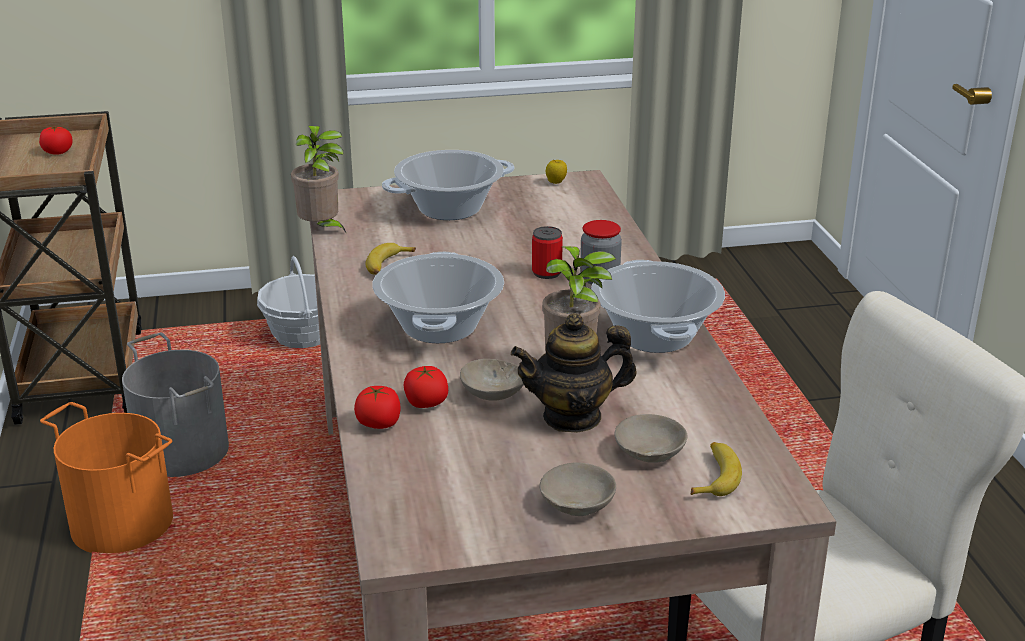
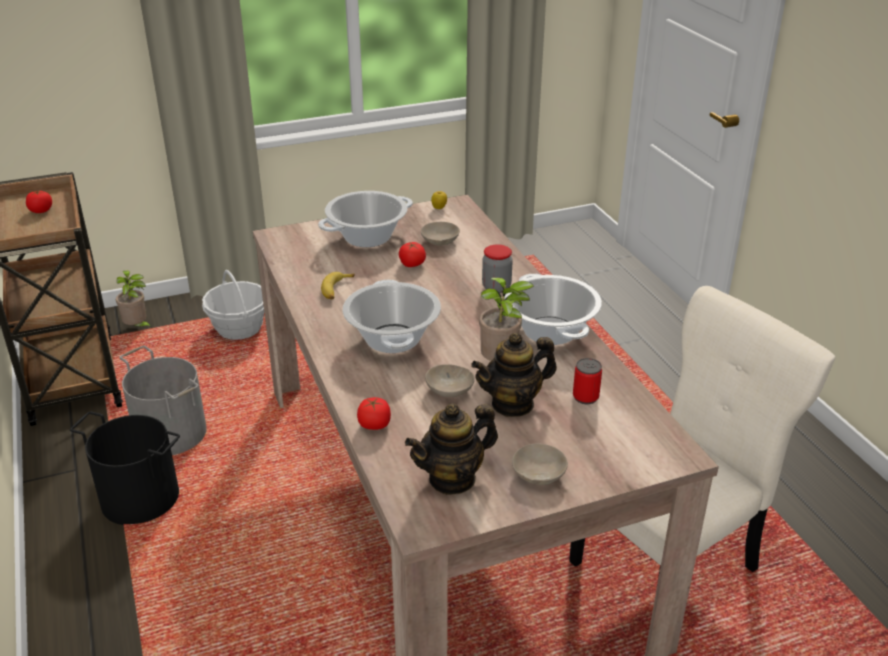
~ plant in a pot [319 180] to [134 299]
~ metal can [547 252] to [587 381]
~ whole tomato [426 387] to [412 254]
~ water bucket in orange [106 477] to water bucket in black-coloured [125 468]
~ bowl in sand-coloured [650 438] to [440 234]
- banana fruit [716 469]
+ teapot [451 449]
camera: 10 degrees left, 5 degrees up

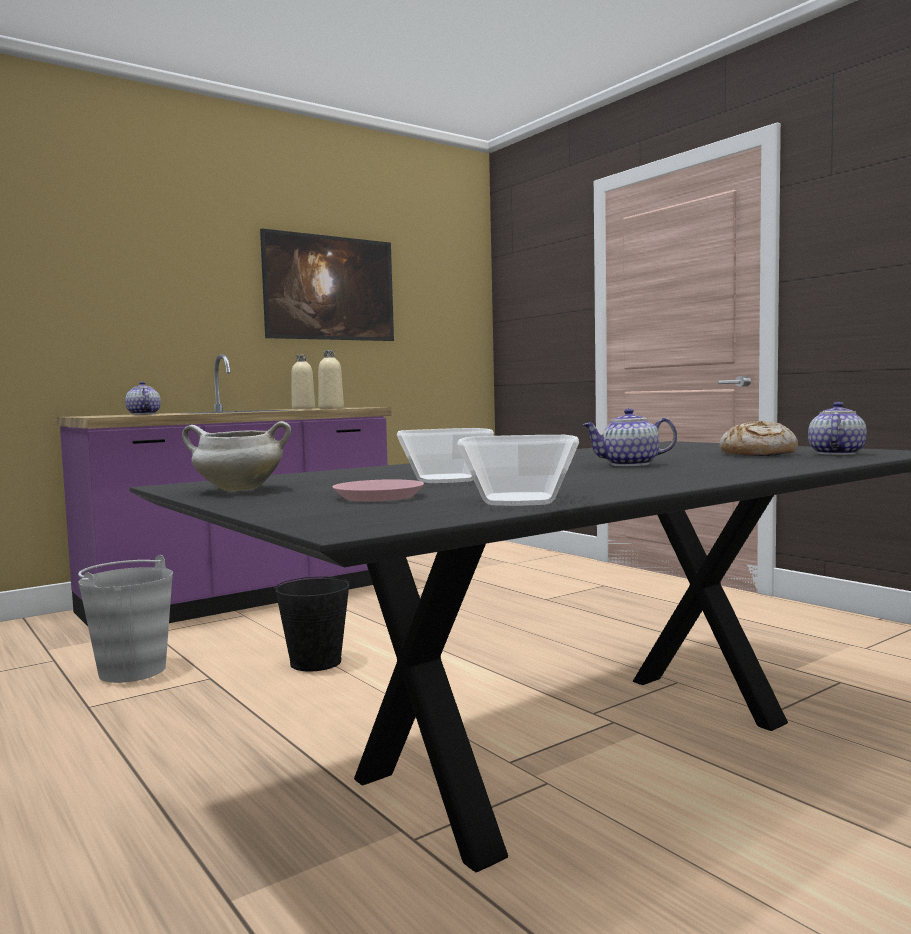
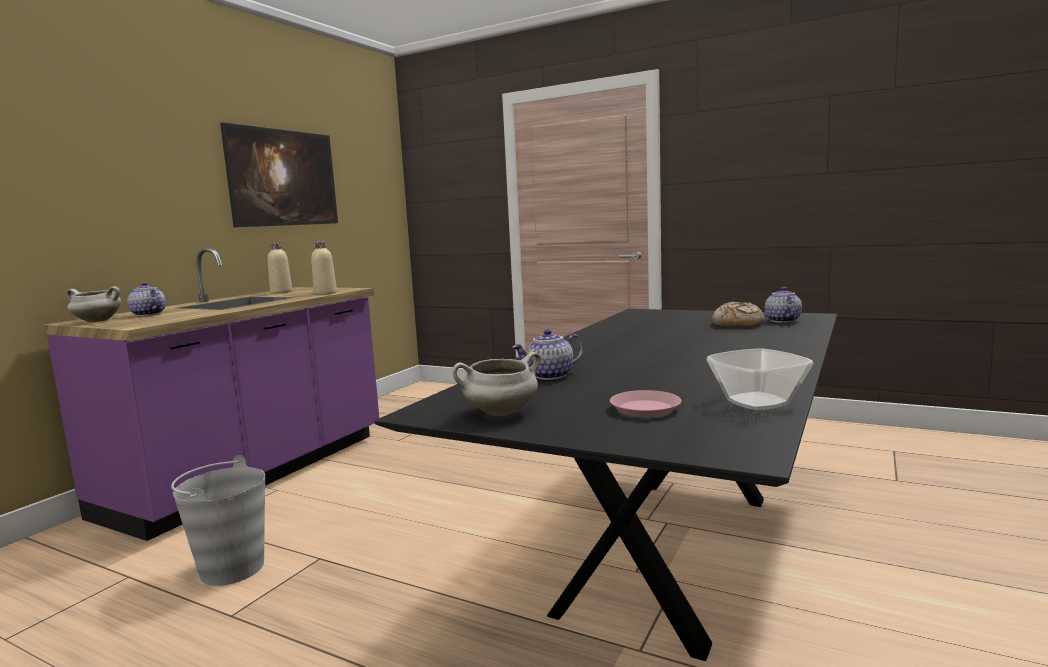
~ teapot [630 437] to [548 354]
- bowl [445 455]
- water bucket in black-coloured [312 624]
+ stockpot in white [94 304]
camera: 25 degrees left, 5 degrees up

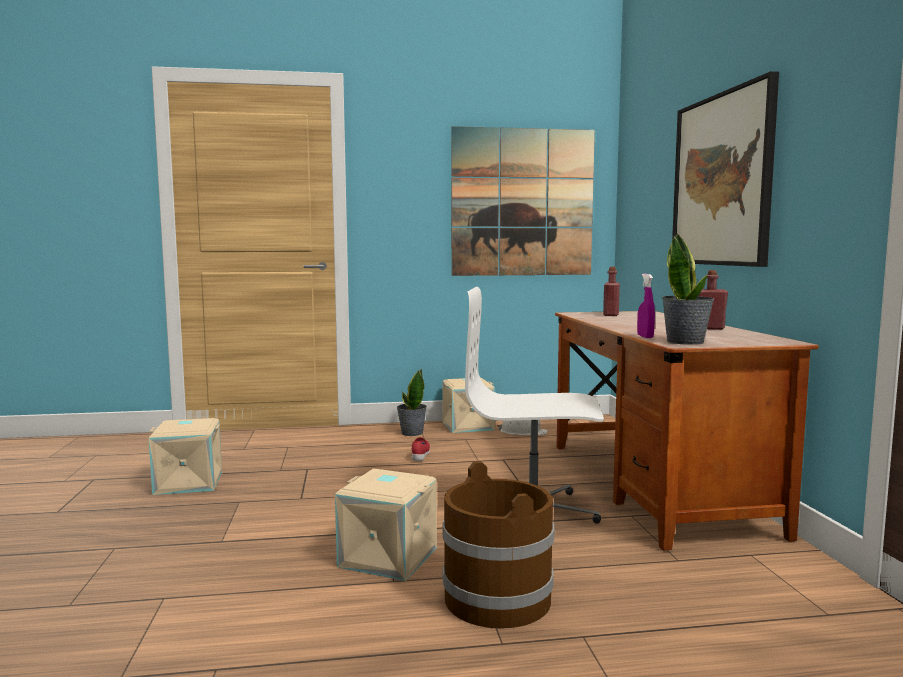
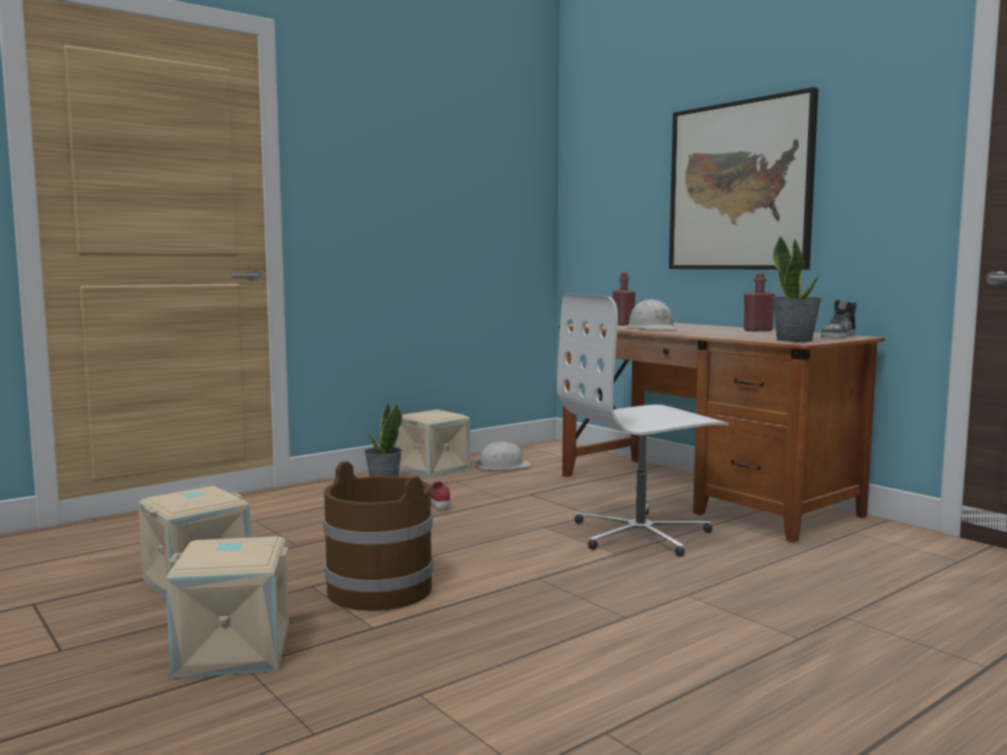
- wall art [523 201]
- sprayer in purplish [646 306]
~ water bucket in brownish [498 545] to [378 536]
~ storage container in sand-coloured [386 525] to [227 607]
+ work helmet in white [652 314]
+ item of footwear [839 318]
camera: 30 degrees left, 0 degrees up

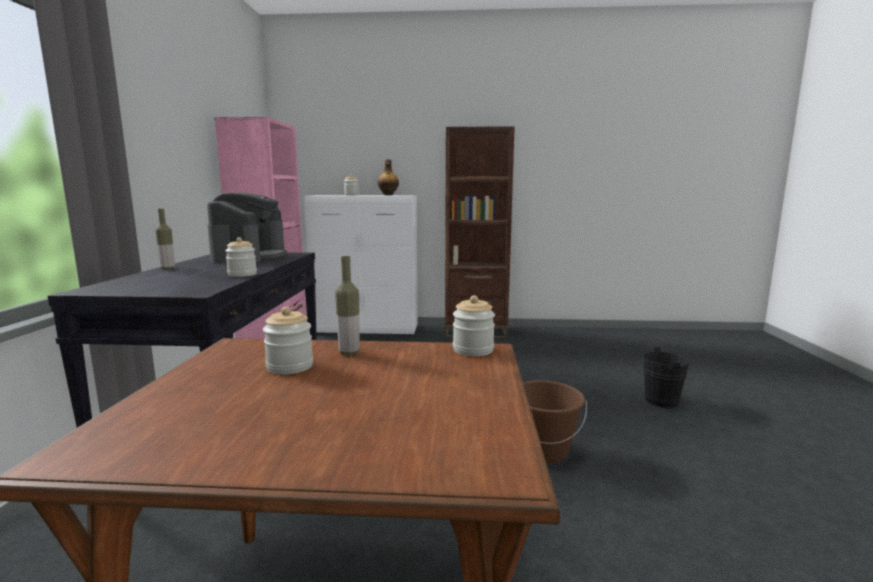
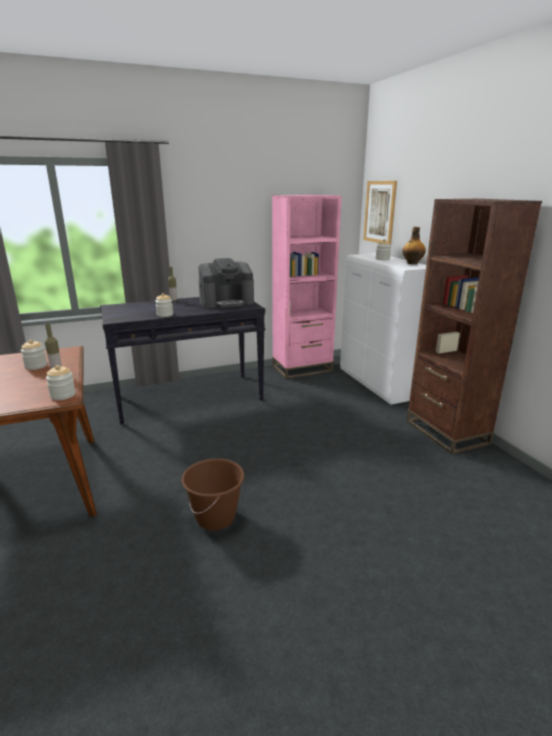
- water bucket in black-coloured [662 377]
+ wall art [380 213]
camera: 65 degrees right, 10 degrees up

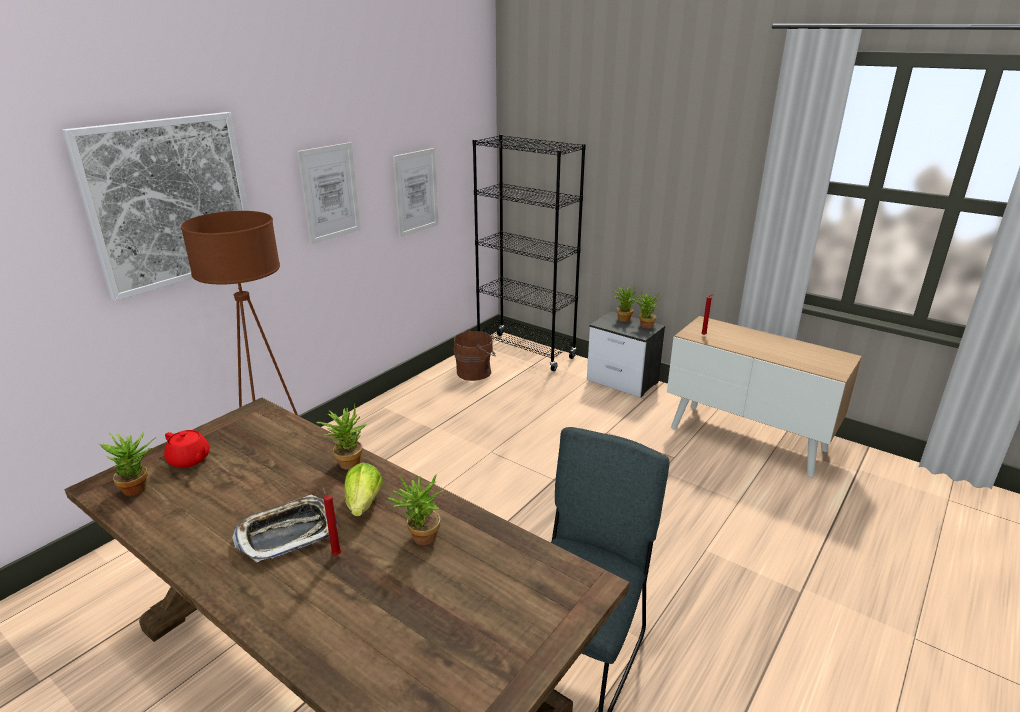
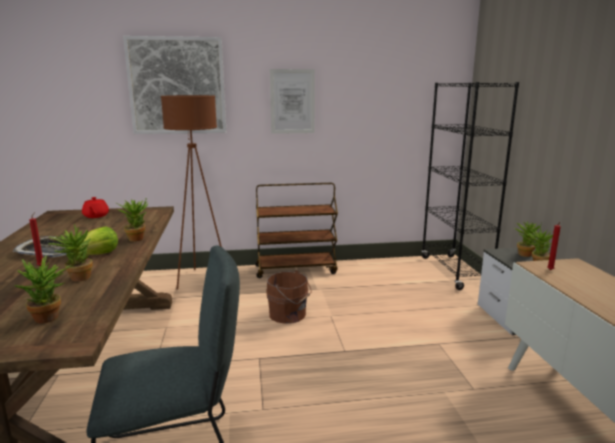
- wall art [416 192]
~ water bucket in brownish [474 355] to [289 297]
~ plant in a pot [127 463] to [42 289]
+ cart in brownish [296 230]
camera: 45 degrees right, 10 degrees down

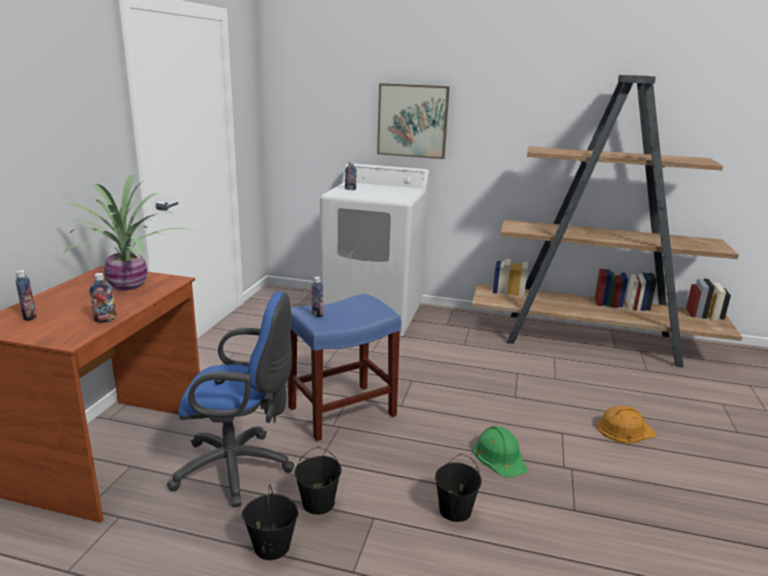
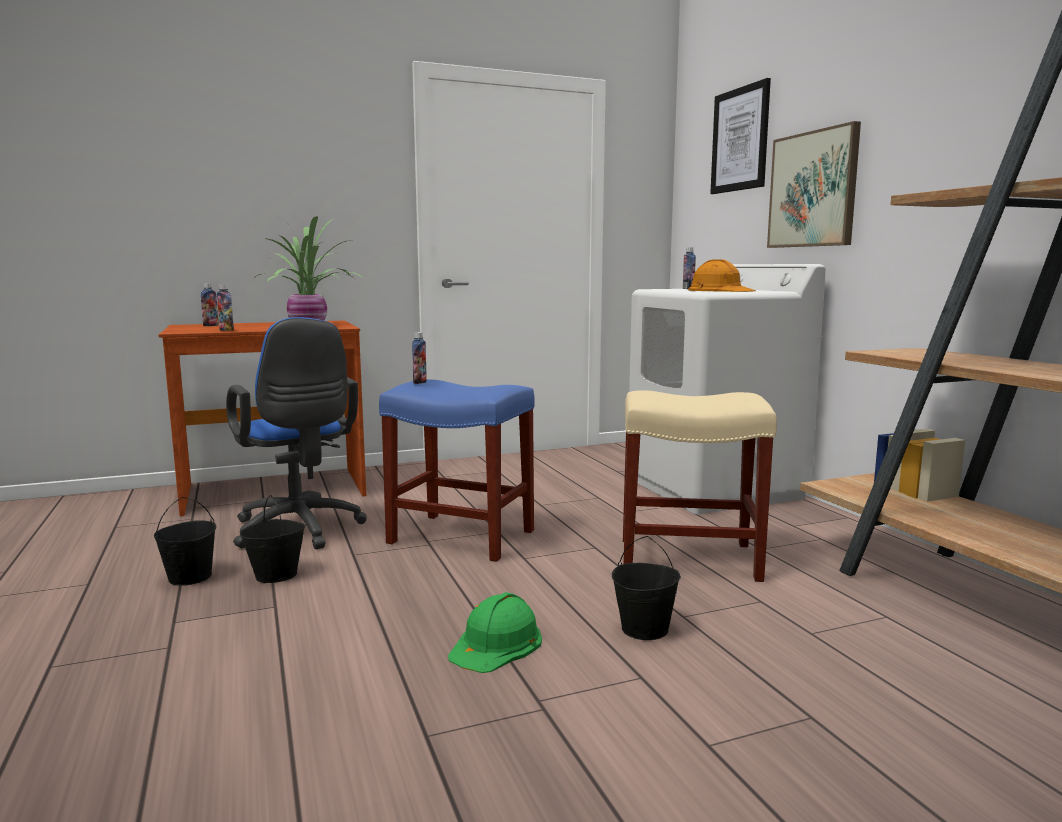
~ work helmet in orange [626 424] to [722 275]
~ water bucket in black-coloured [458 488] to [646 588]
+ wall art [740 136]
+ sitting stool in sand-coloured [700 486]
camera: 55 degrees right, 10 degrees down

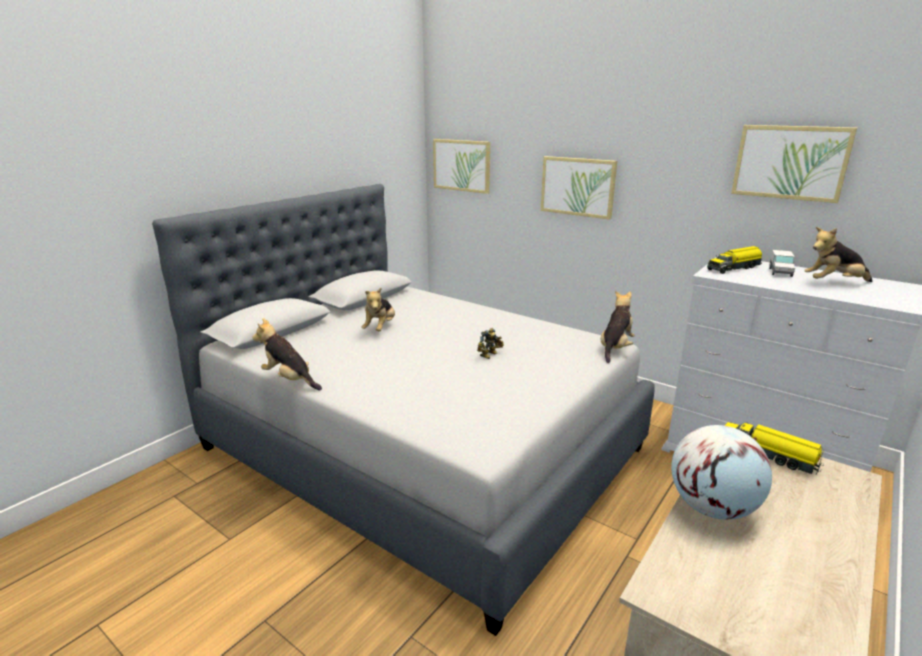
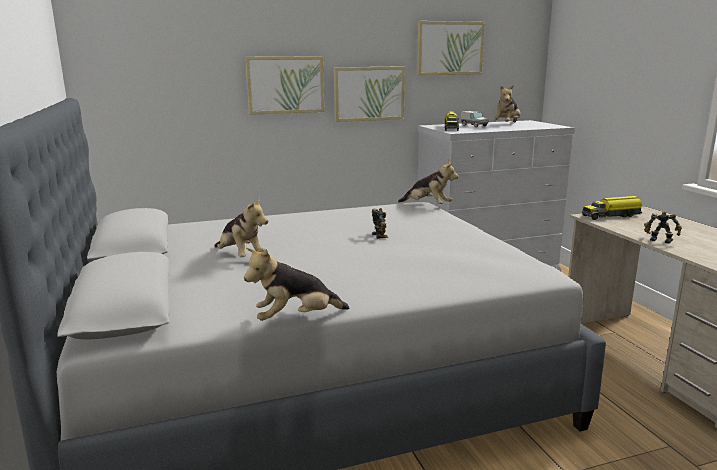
~ wall art [461 166] to [369 94]
~ cuddly toy [618 327] = [428 182] 150 degrees clockwise
~ globe [721 472] to toy robot [663 227]
camera: 55 degrees left, 5 degrees down

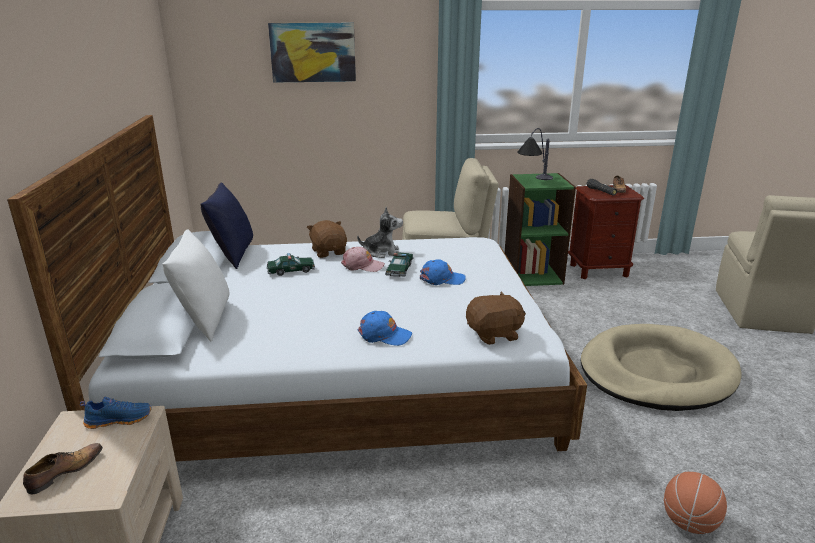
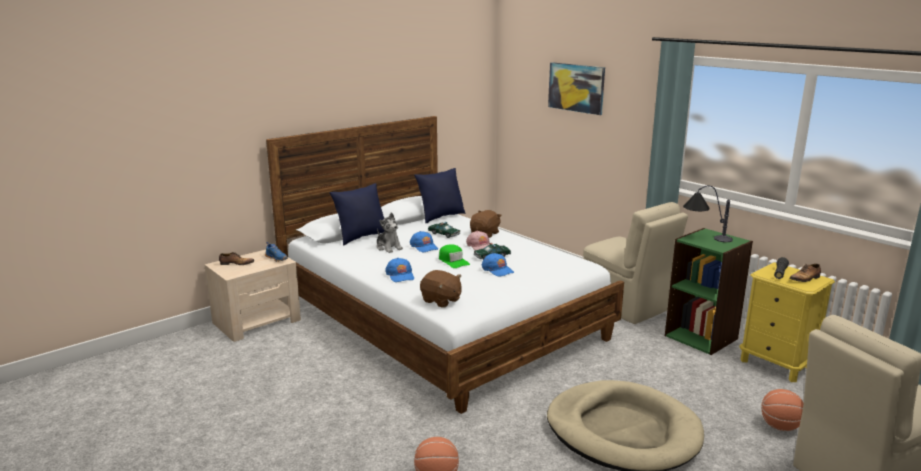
~ nightstand in brownish [606 232] to nightstand in yellowish [787 322]
~ cuddly toy [380 232] to [390 232]
~ pillow in white [195 285] to pillow in blue [357 214]
+ baseball cap in blue [424 242]
+ baseball cap in green [454 256]
+ basketball [782 410]
camera: 55 degrees right, 5 degrees down

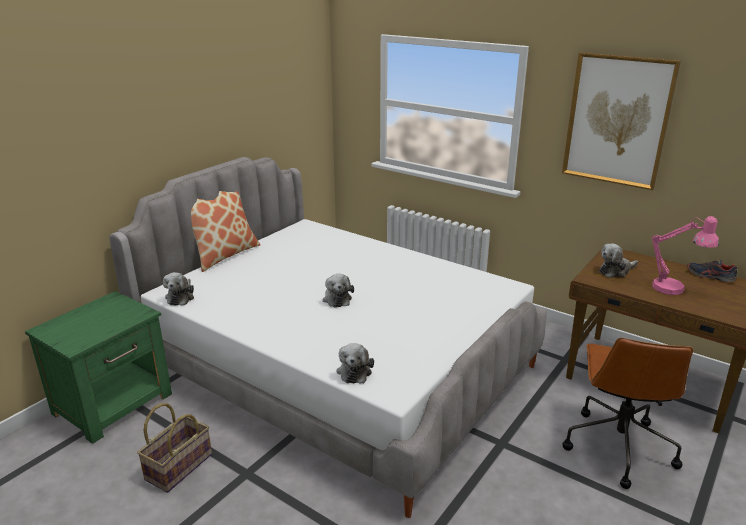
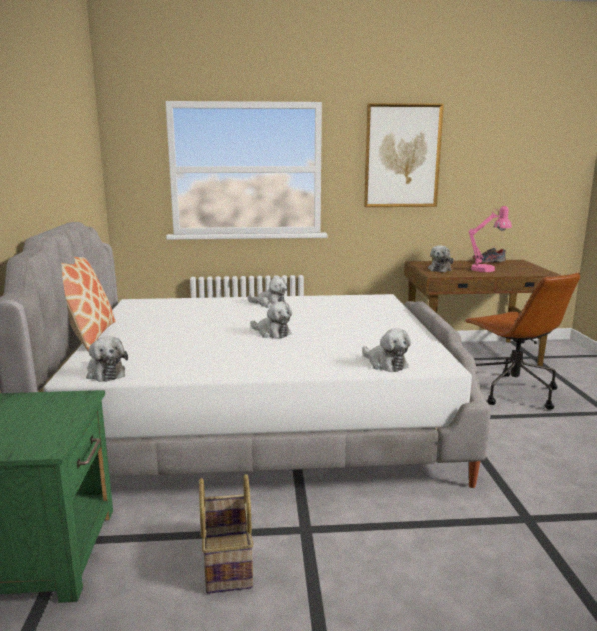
+ cuddly toy [267 292]
camera: 40 degrees left, 10 degrees down

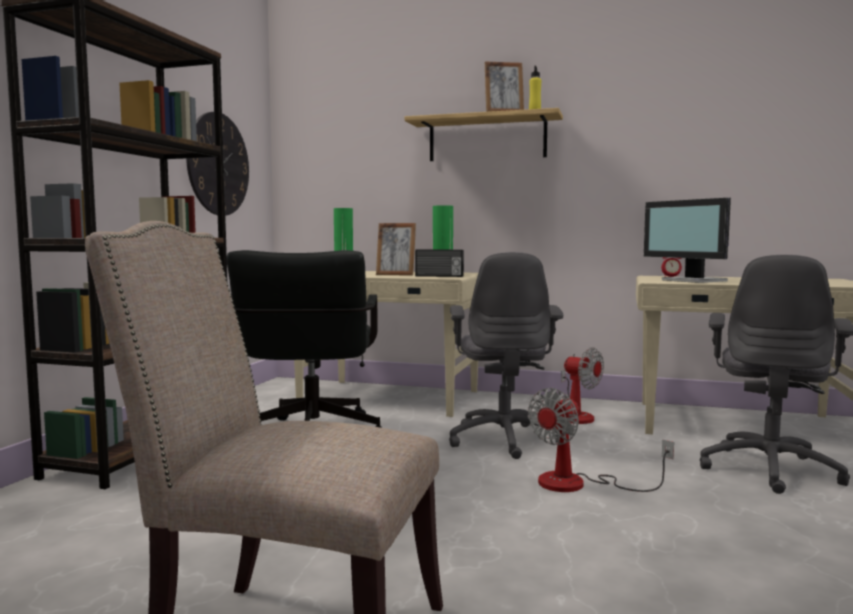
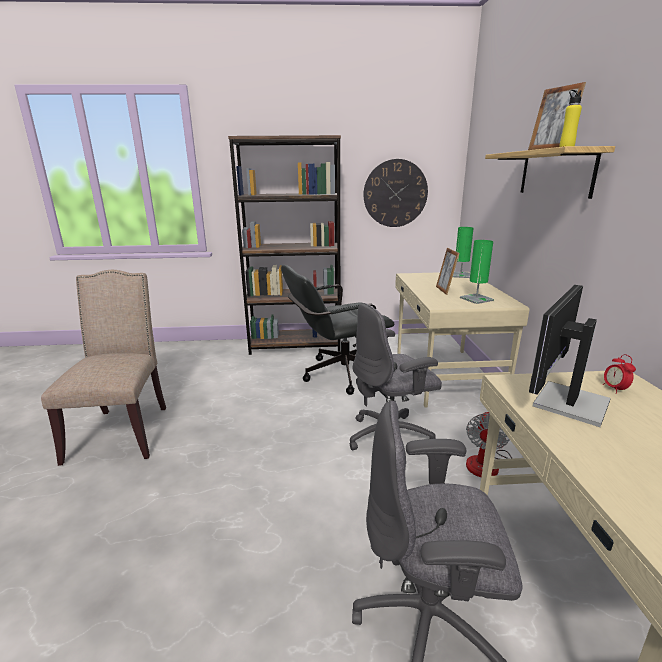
- radio set [439 263]
- electric fan [601 440]
camera: 70 degrees right, 15 degrees up

